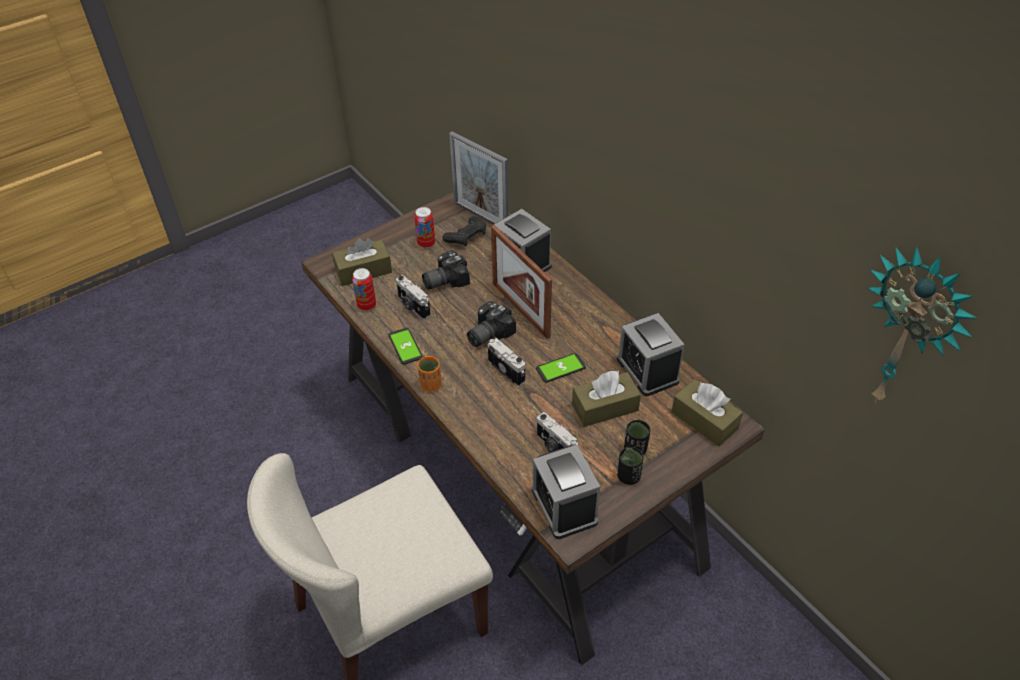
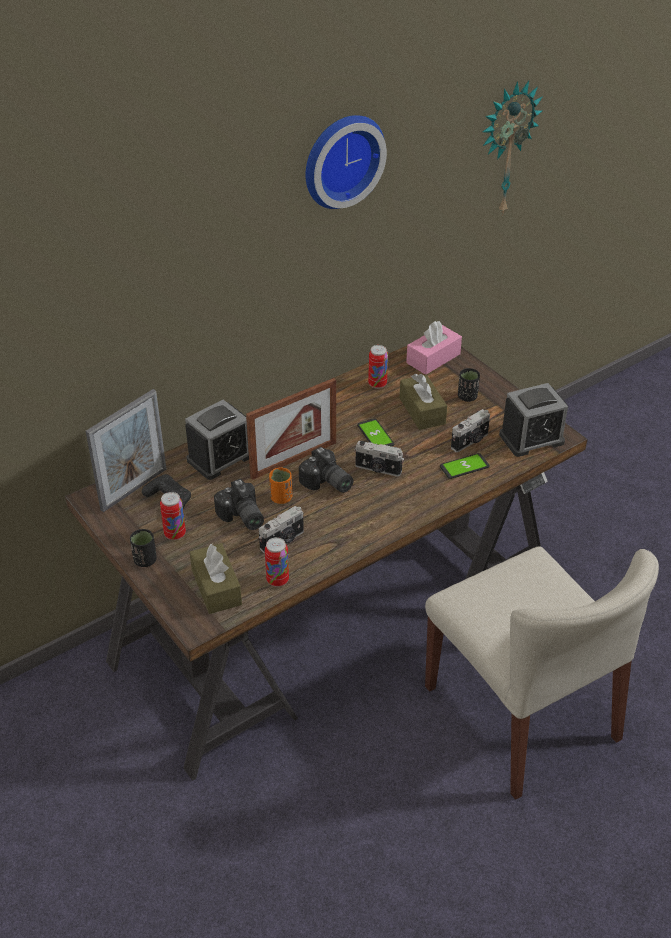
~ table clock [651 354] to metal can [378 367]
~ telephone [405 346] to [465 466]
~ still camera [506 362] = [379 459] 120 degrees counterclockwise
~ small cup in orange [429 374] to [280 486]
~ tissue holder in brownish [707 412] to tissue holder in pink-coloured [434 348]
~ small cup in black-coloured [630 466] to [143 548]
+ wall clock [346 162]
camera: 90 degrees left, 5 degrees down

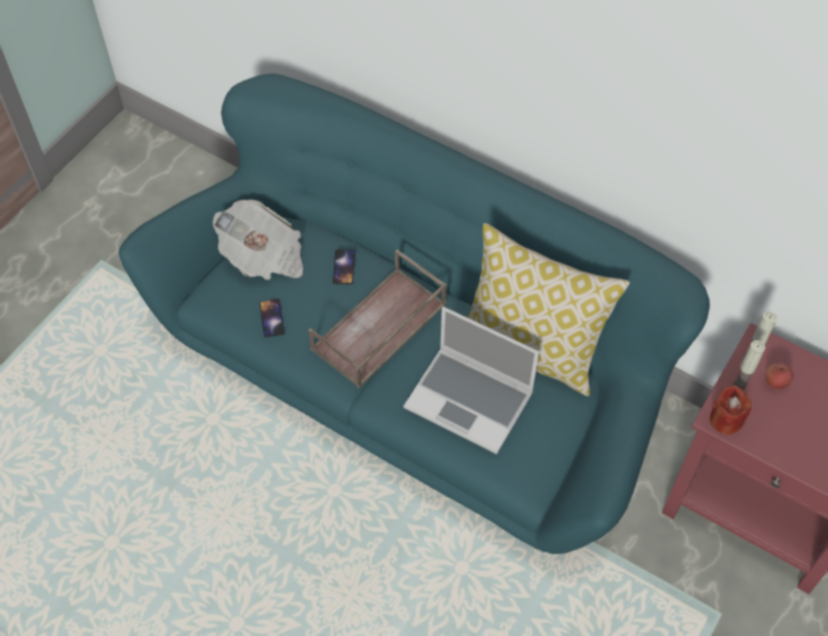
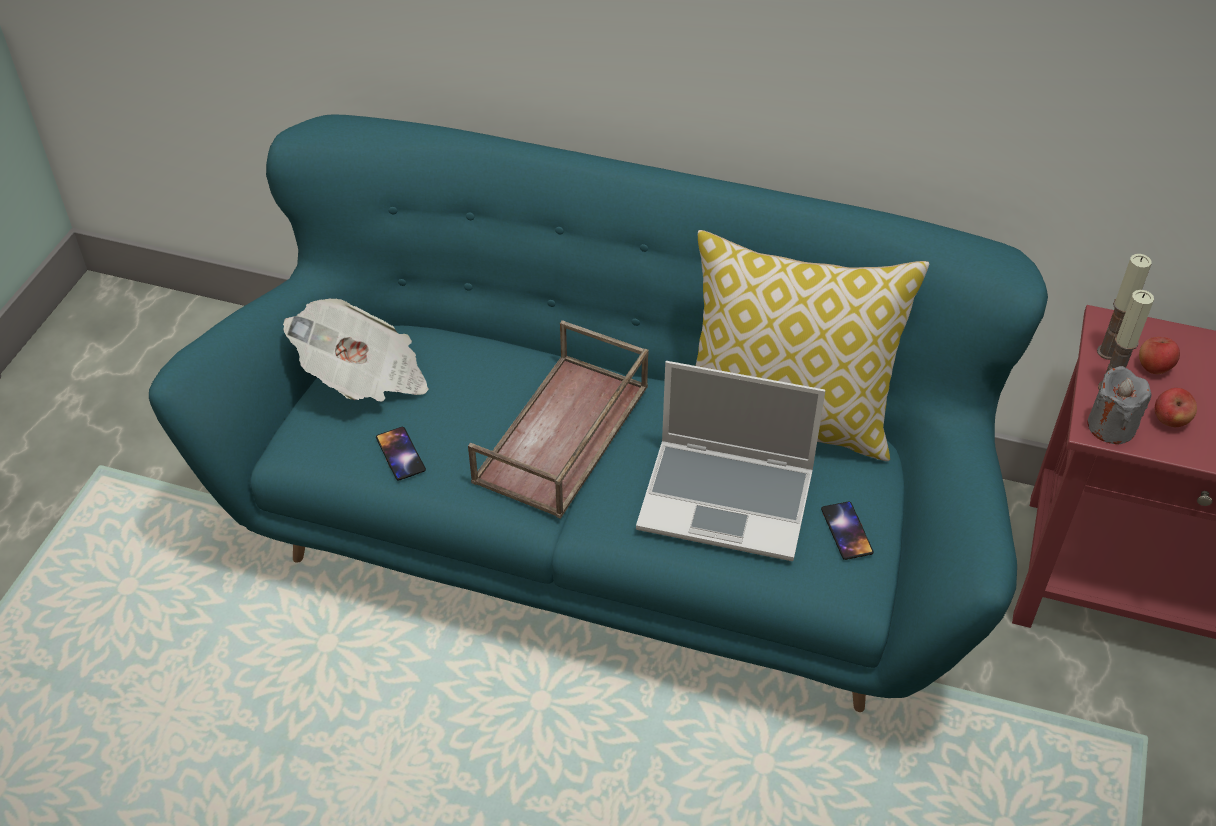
~ telephone [344 266] to [847 530]
~ wax light in red [730 410] to wax light in grey [1119 405]
+ apple [1176 407]
camera: 15 degrees left, 10 degrees down

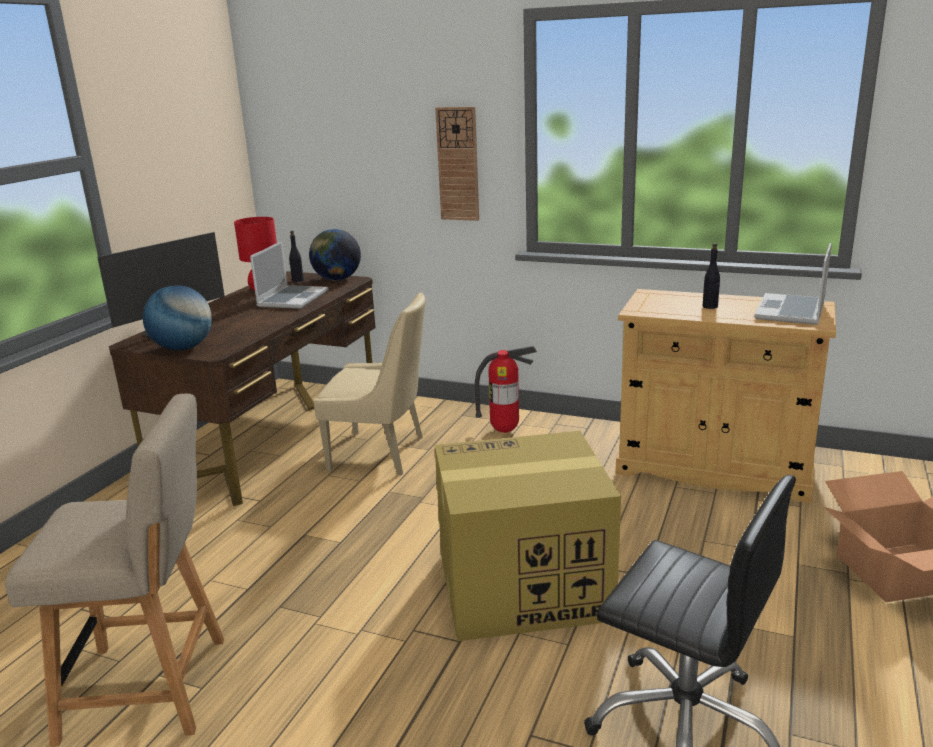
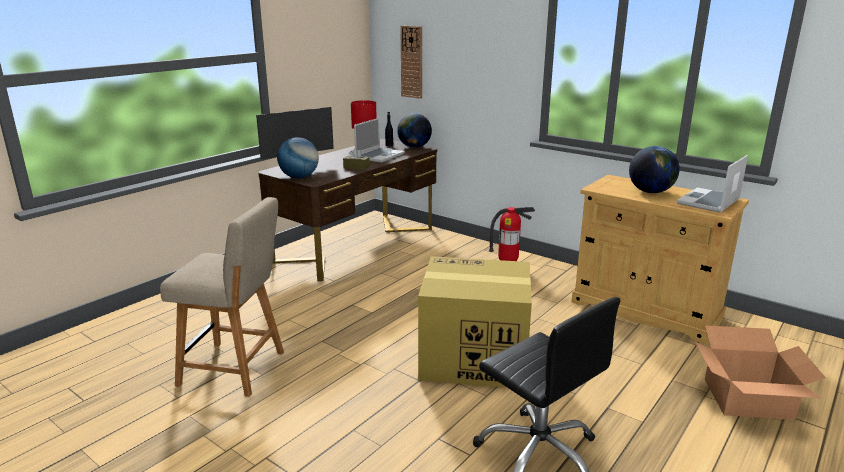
~ wall clock [457 164] to [411 62]
~ bottle in black-coloured [711 276] to globe [654 169]
- upright chair in sand-coloured [369 384]
+ tissue holder in brownish [356 159]
camera: 15 degrees right, 0 degrees up

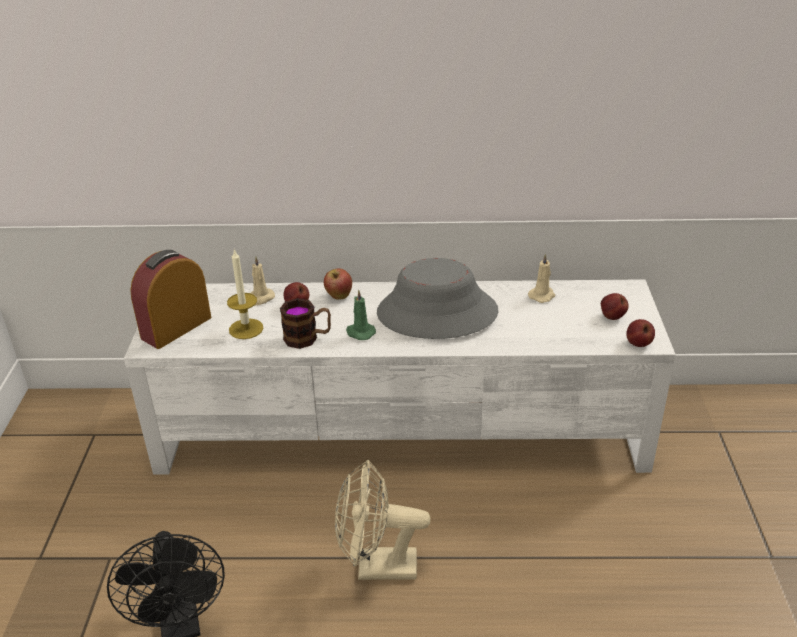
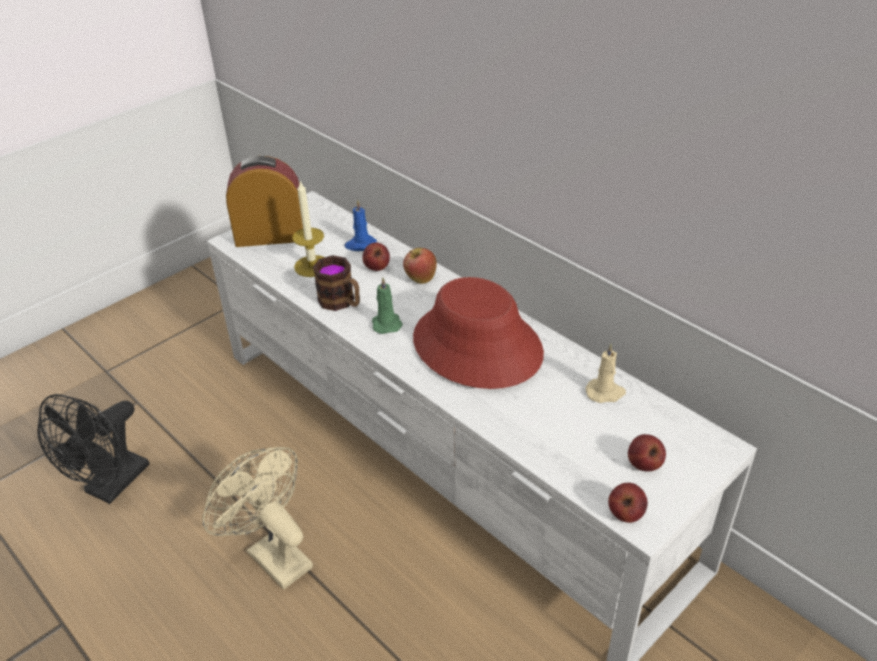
~ wax light in sand-coloured [263 281] to wax light in blue [360 225]
~ clothing hat in grey [438 298] to clothing hat in red [478 333]
camera: 45 degrees right, 5 degrees up

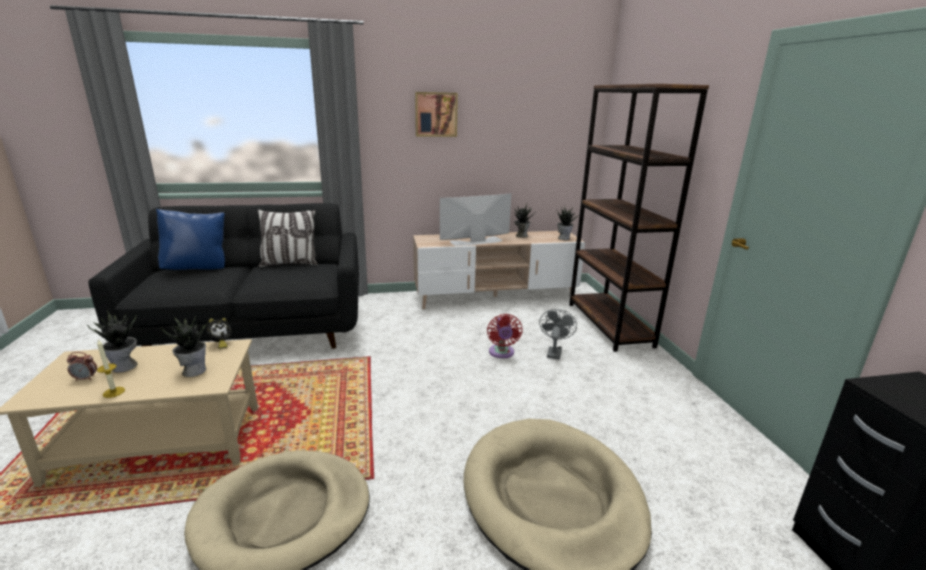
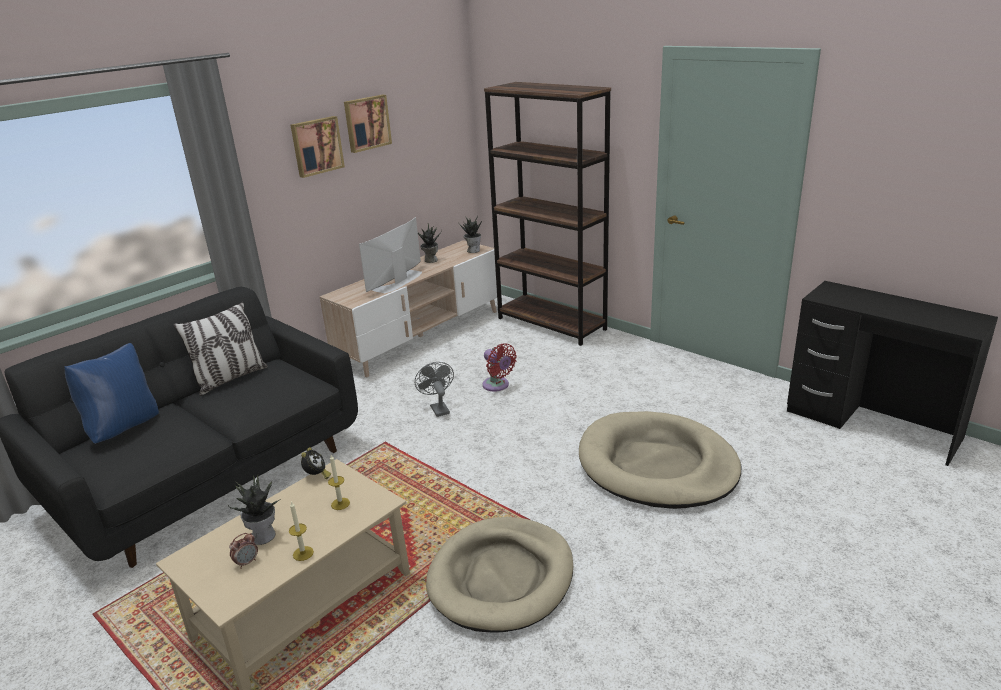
~ electric fan in grey [558 334] to [434 389]
~ plant in a pot [184 346] to wax light [339 482]
+ wall art [368 124]
camera: 35 degrees left, 5 degrees up

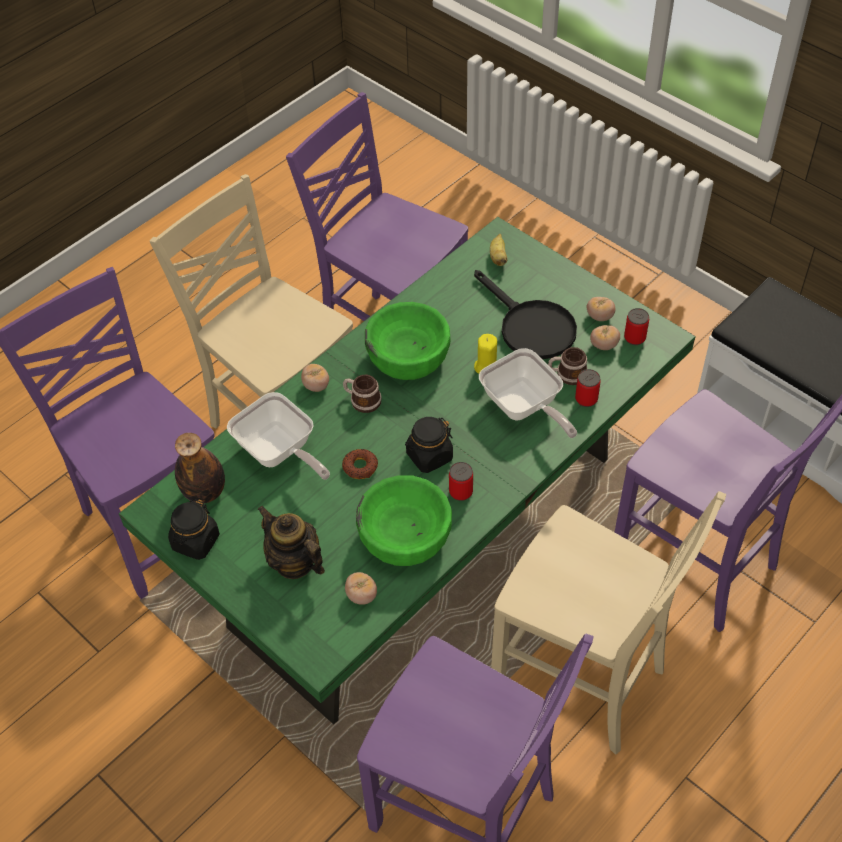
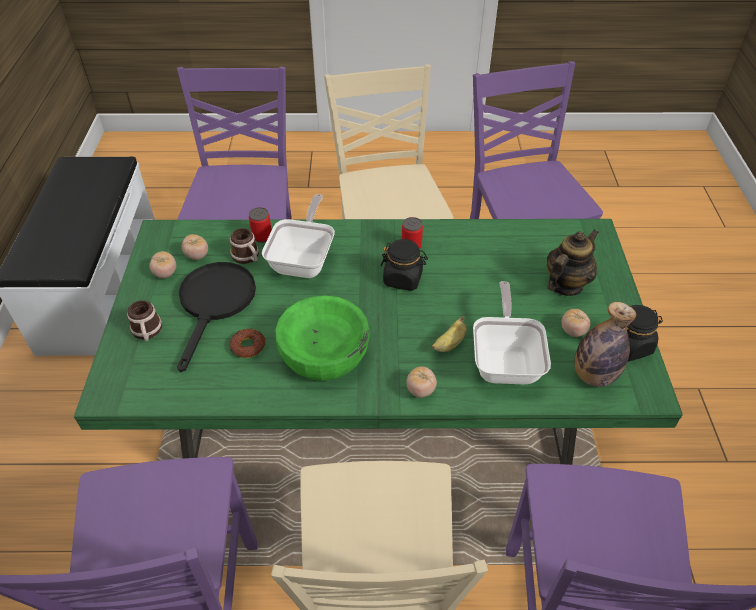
~ banana fruit [498 250] to [449 334]
- metal can [636 326]
- wax light in yellowish [485 354]
~ tea mug [362 394] to [144 320]
~ ring doughnut [360 464] to [247 343]
- bowl in green [404 520]
~ teapot [291 542] = [573 262] 135 degrees counterclockwise
~ whole tomato [361 588] to [575 323]
camera: 135 degrees left, 5 degrees down

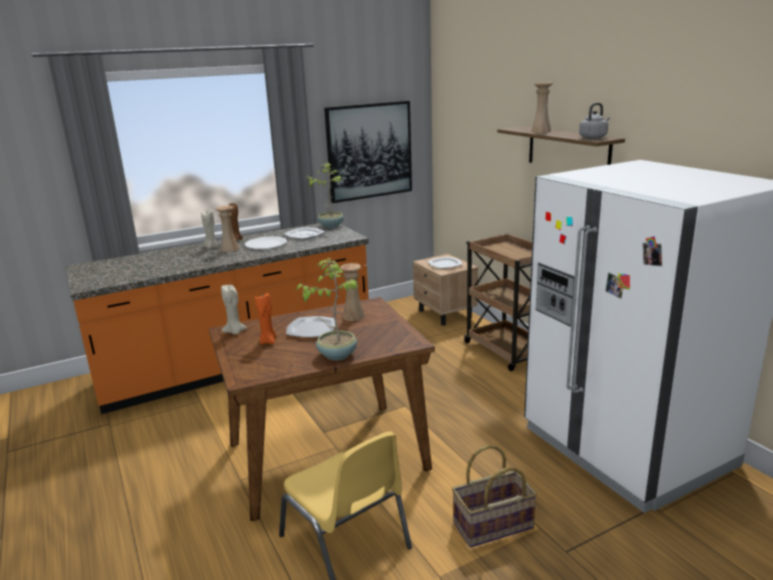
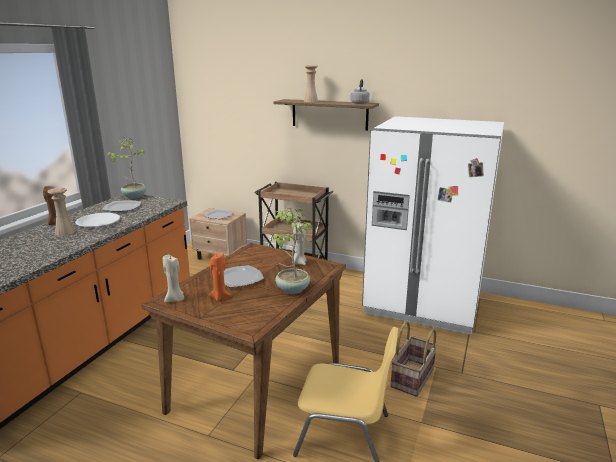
- wall art [368 152]
~ wax light in sand-coloured [209 229] to [299 243]
- decorative vase in sand-coloured [352 292]
camera: 40 degrees left, 0 degrees up

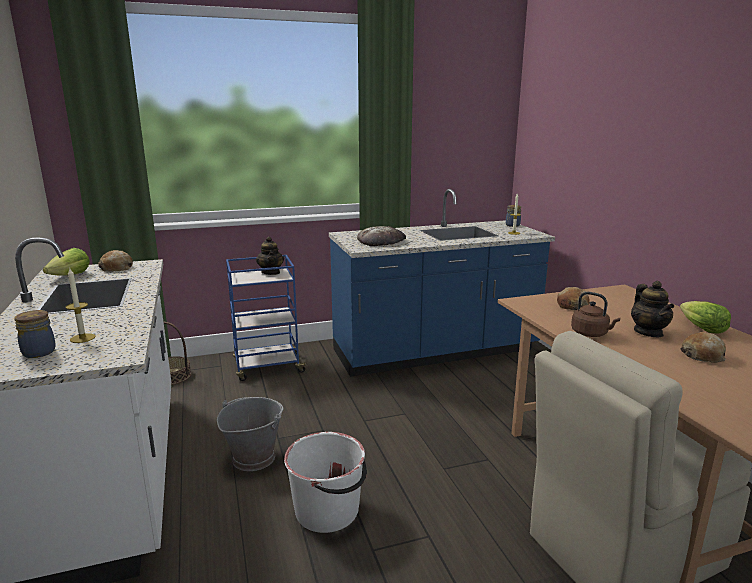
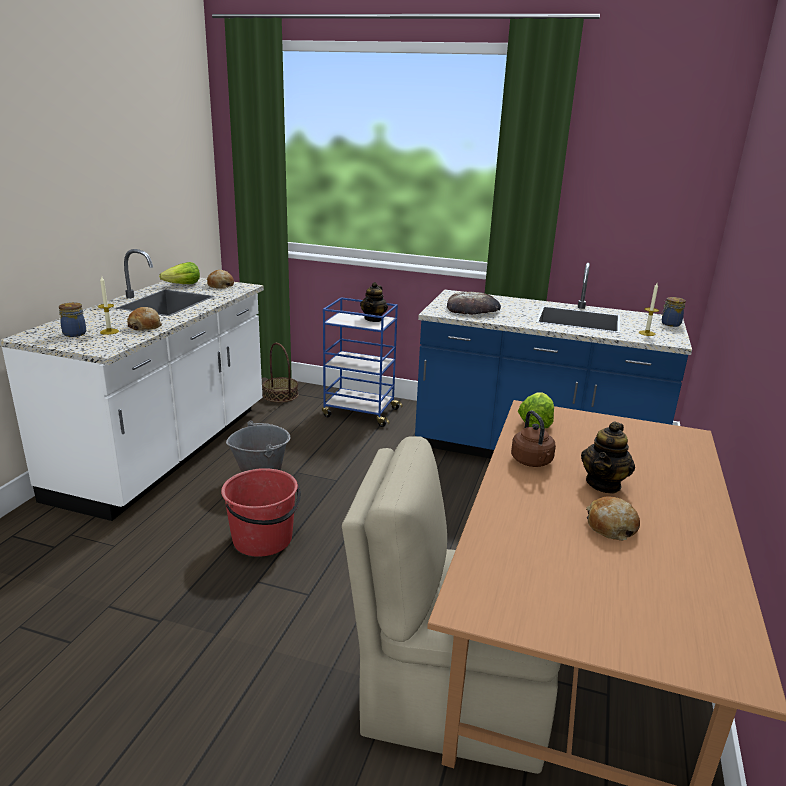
~ bread [573 298] to [144 319]
~ lettuce [705 317] to [536 410]
~ water bucket in white [325 482] to water bucket in red [261 512]
camera: 35 degrees right, 5 degrees up

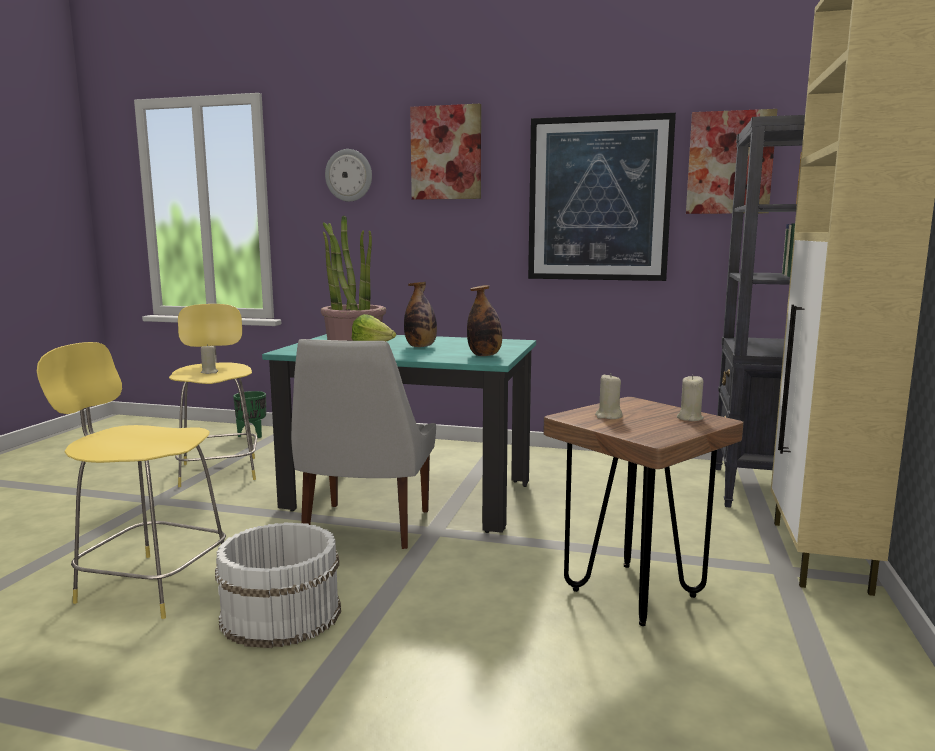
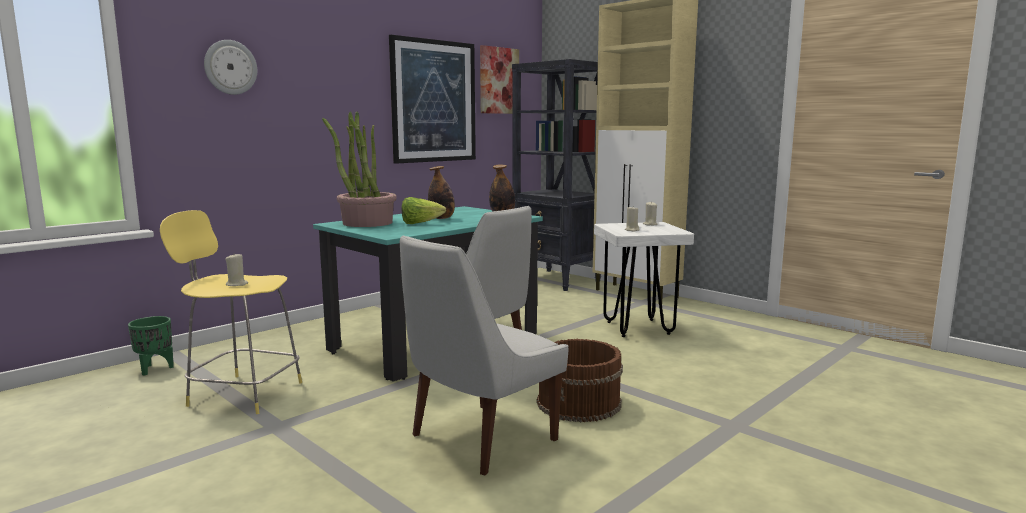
- wall art [445 152]
~ sitting stool in yellowish [131 480] to upright chair in white [484 355]
~ sitting stool in brownish [643 511] to sitting stool in white [644 279]
~ water bucket in white [278 585] to water bucket in brownish [580 380]
camera: 60 degrees left, 0 degrees up

